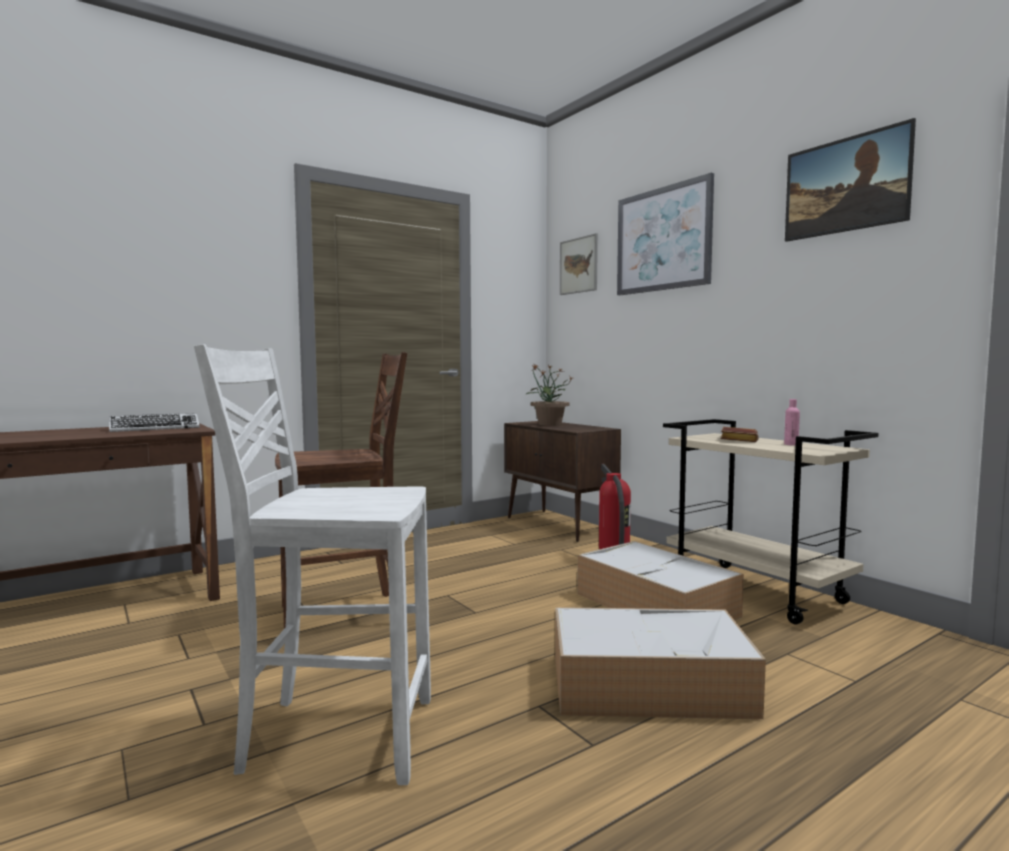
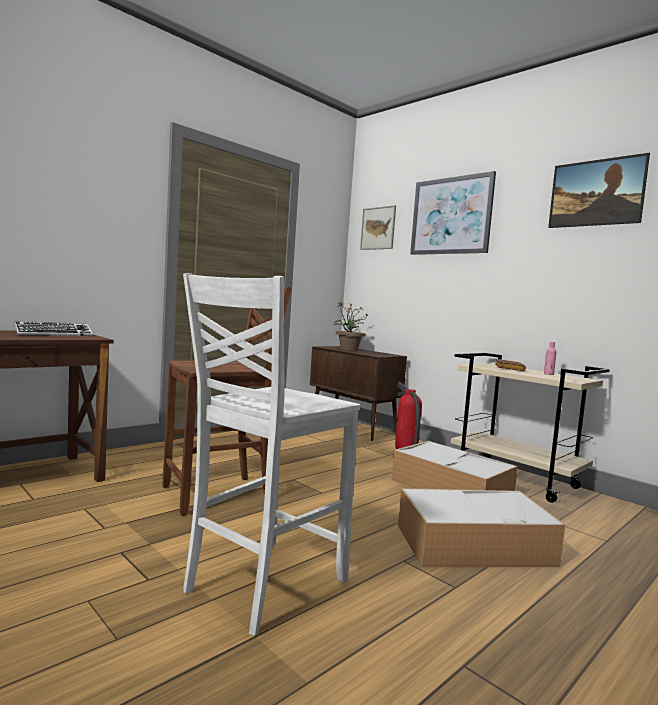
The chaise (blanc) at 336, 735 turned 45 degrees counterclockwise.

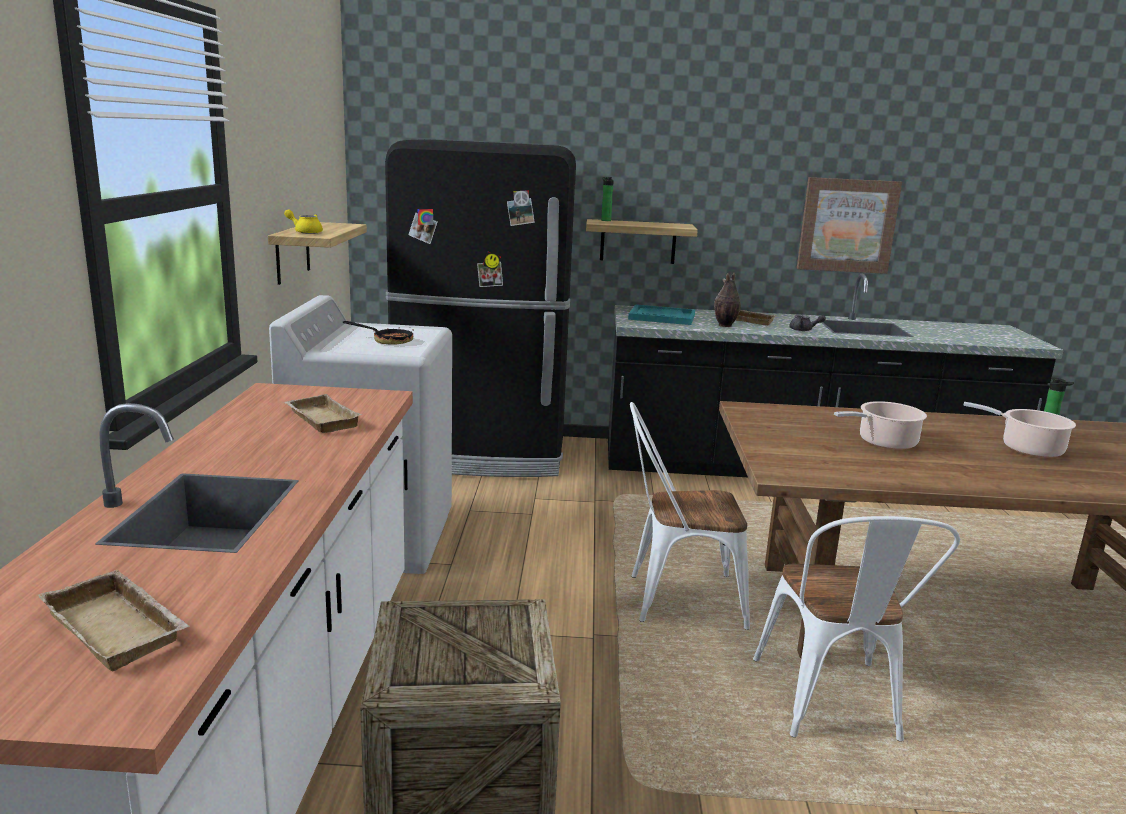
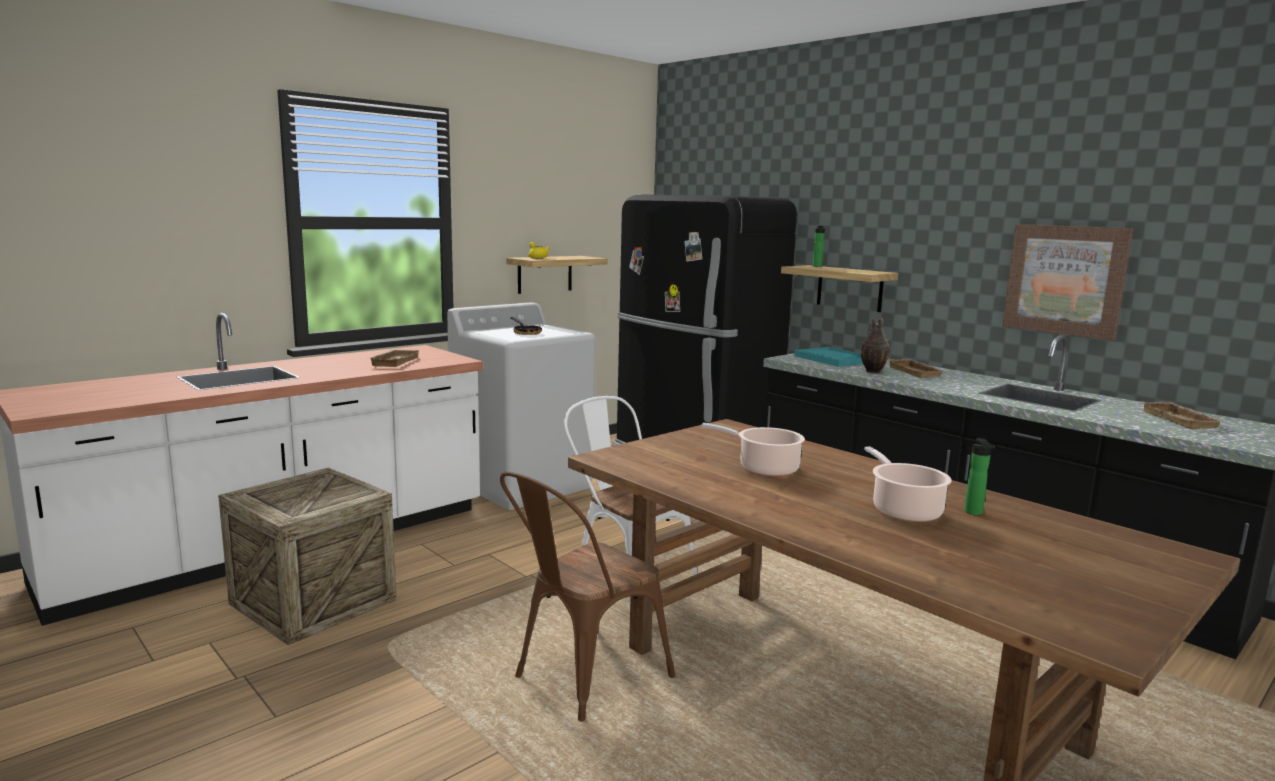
The plateau (beige) moved from 120, 627 to 1182, 420. The chaise (blanc) at 831, 707 became the chaise (marron) at 582, 680. The théière (gris) at 804, 330 disappeared.

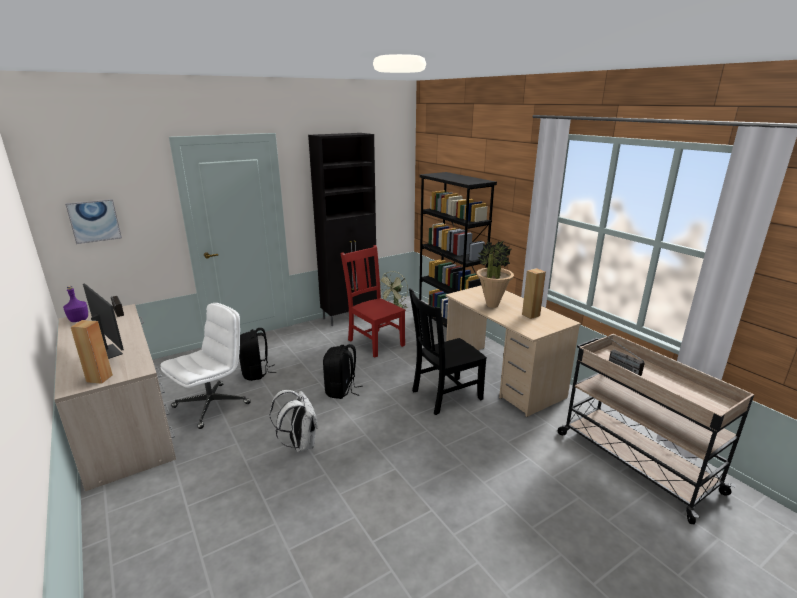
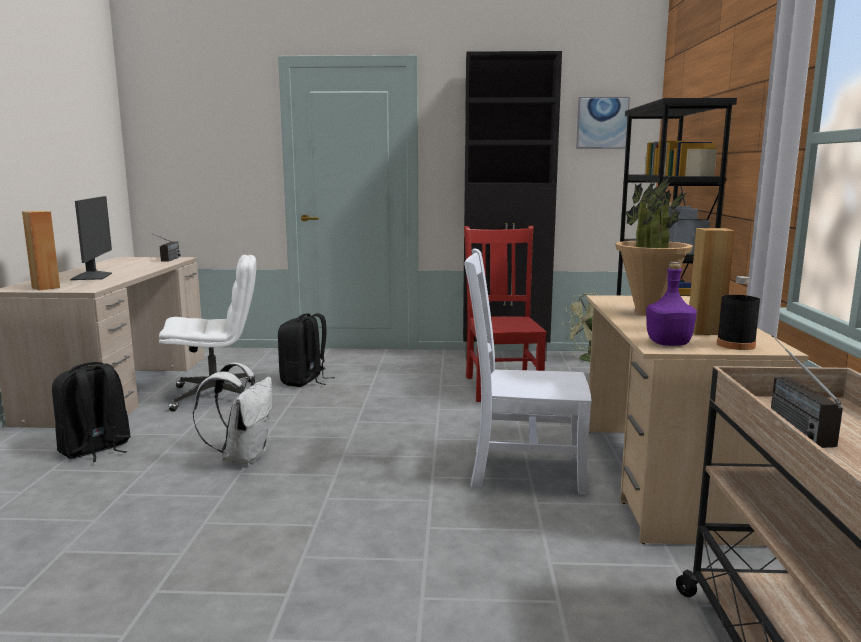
The bouteille (violet) moved from 79, 319 to 669, 343. The tableau moved from 94, 221 to 602, 123. The sac à dos (noir) moved from 341, 390 to 95, 449. The chaise (noir) at 444, 395 became the chaise (blanc) at 522, 470. The bouteille (noir) at 735, 345 appeared.

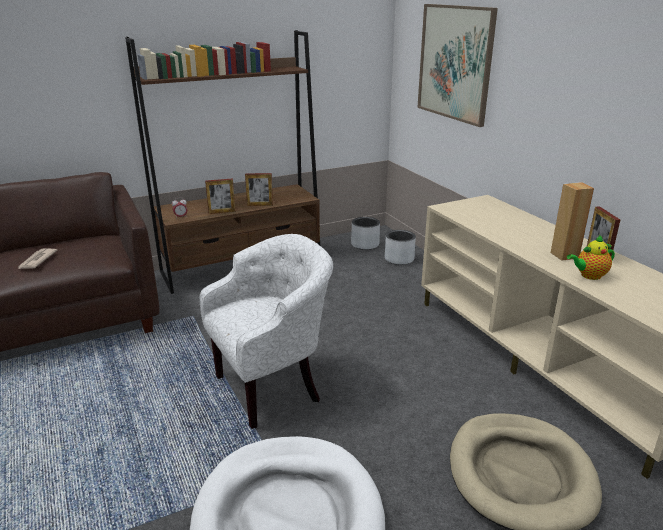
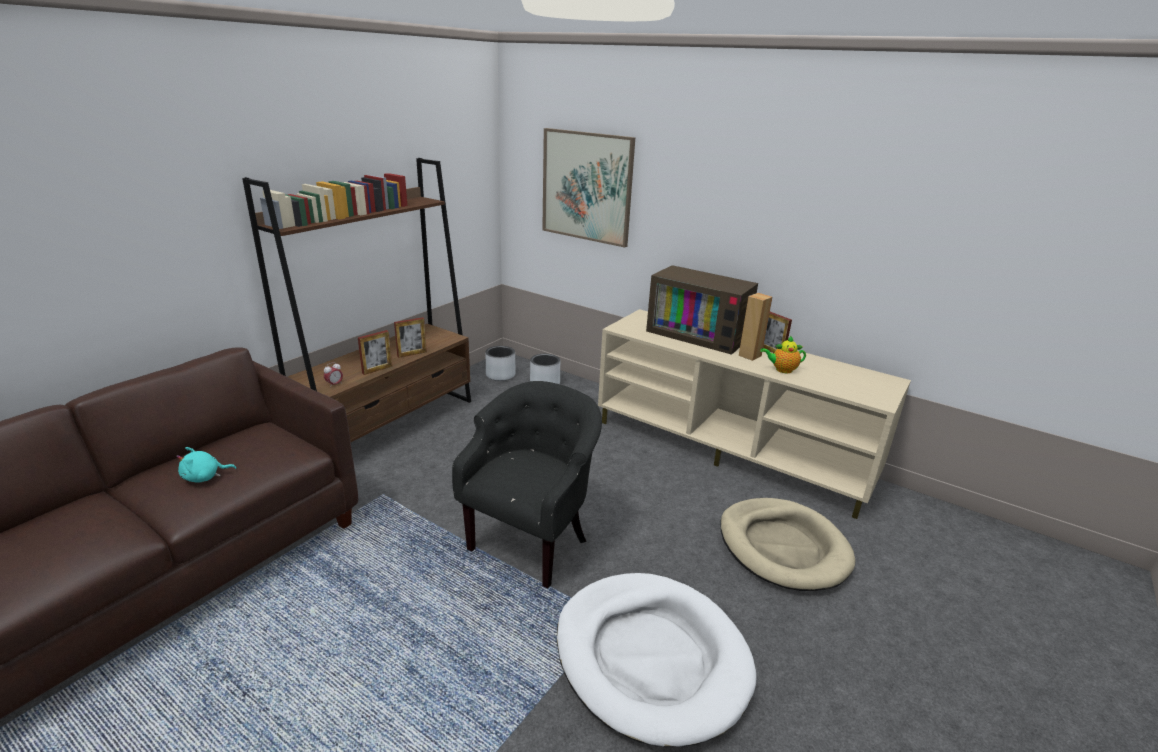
The journal at 37, 260 was replaced by the peluche (turquoise) at 205, 477. The fauteuil (blanc) at 273, 387 became the fauteuil (noir) at 532, 541. The théière at 589, 276 turned 45 degrees clockwise. The téléviseur at 699, 334 appeared.

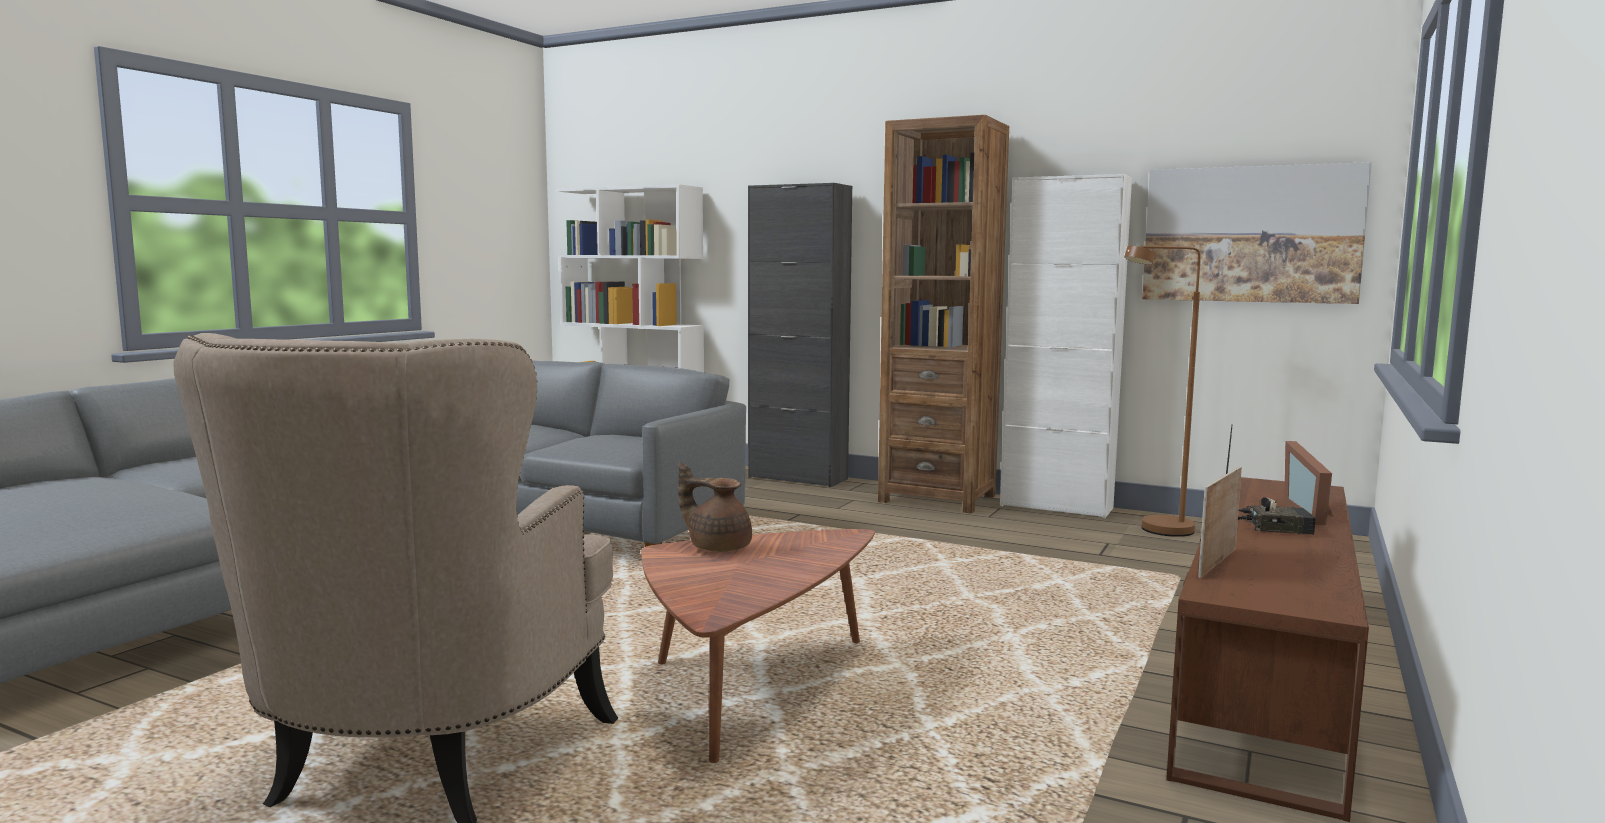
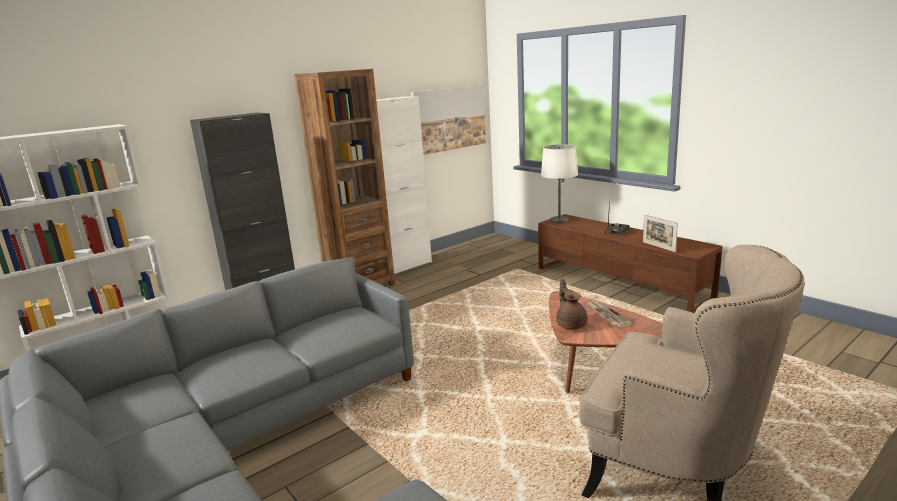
The théière (marron) at 718, 547 turned 120 degrees clockwise. The lampadaire (marron) at 1156, 531 disappeared. The cadre photo at 1312, 512 disappeared. The lampe de table (blanc) at 559, 221 appeared. The journal at 606, 315 appeared.

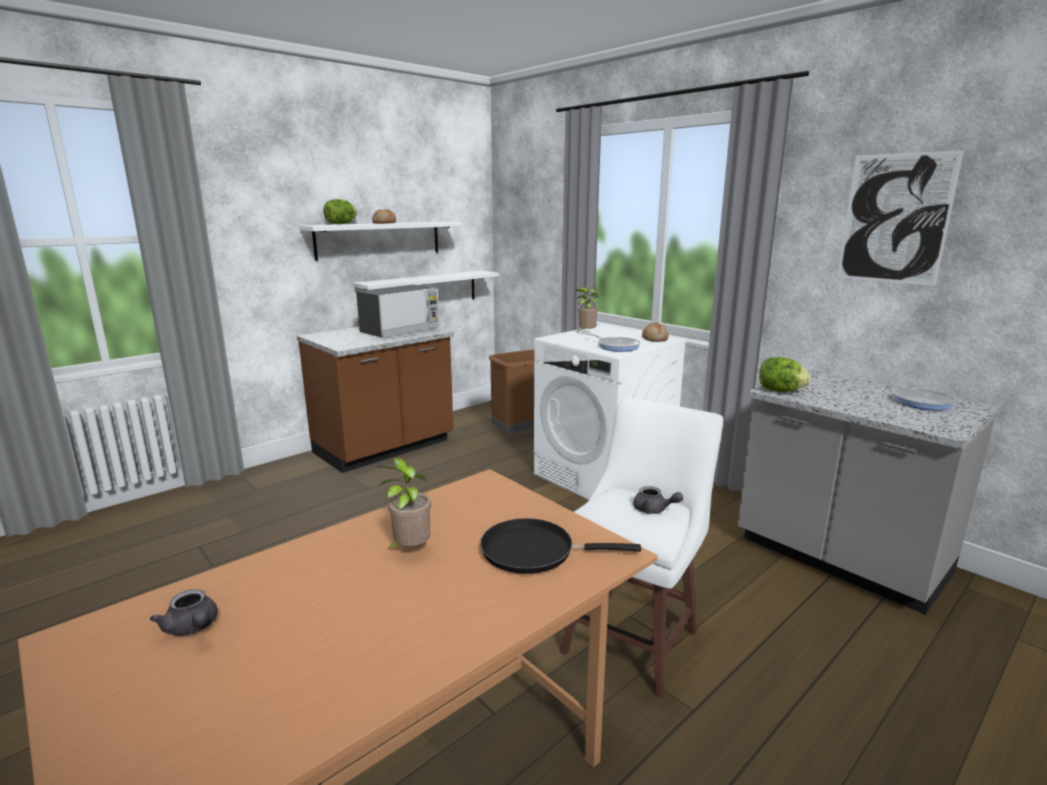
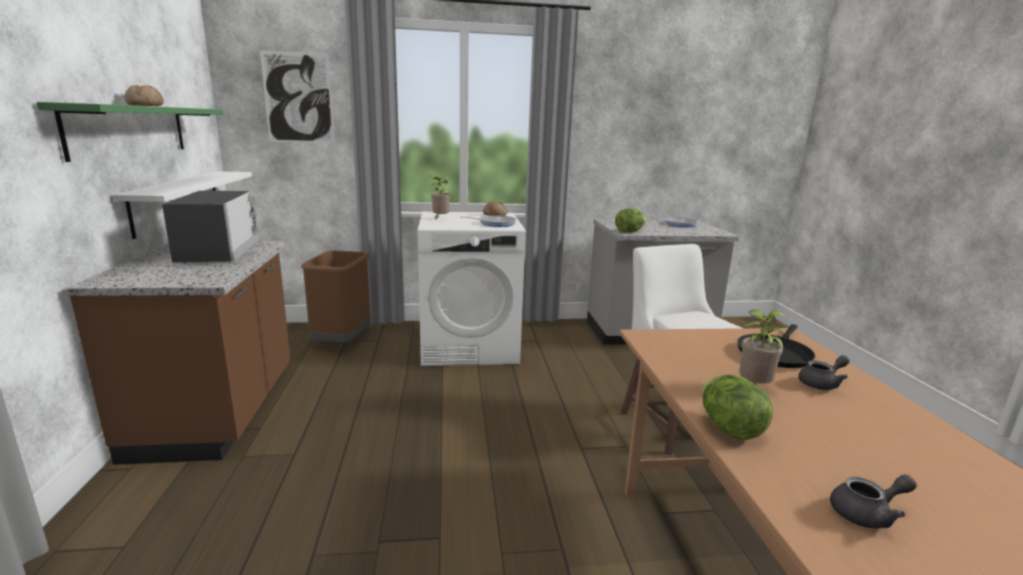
The étagère (blanc) at 379, 239 became the étagère (vert) at 130, 130. The laitue moved from 341, 224 to 729, 428. The théière (gris) moved from 654, 510 to 822, 384. The tableau moved from 895, 219 to 298, 98.

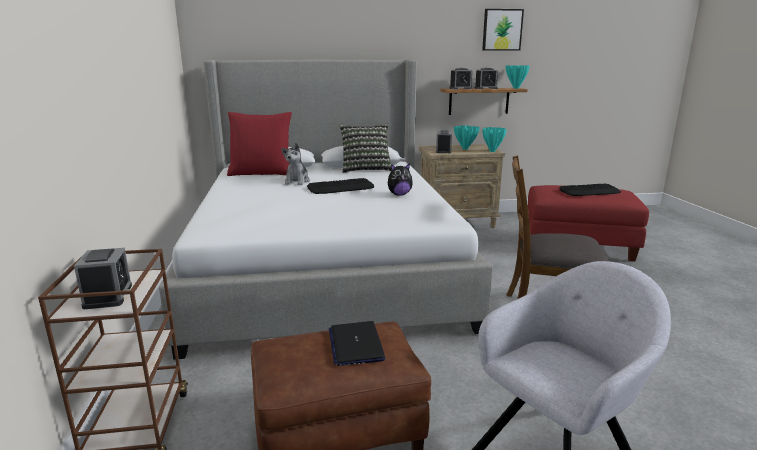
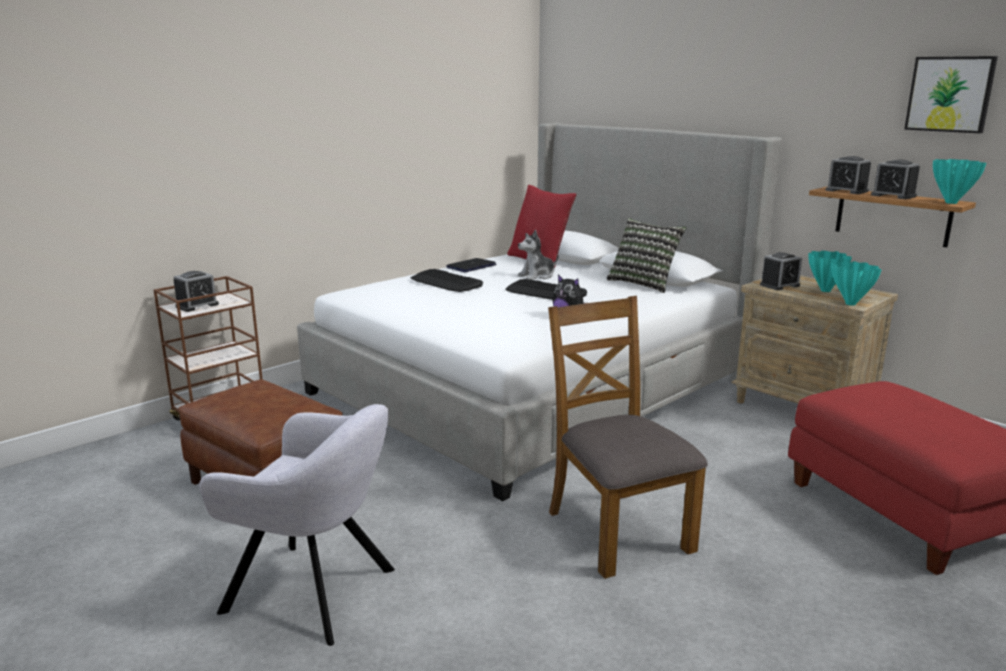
The ordinateur portable moved from 355, 344 to 471, 266. The clavier moved from 589, 191 to 446, 282.

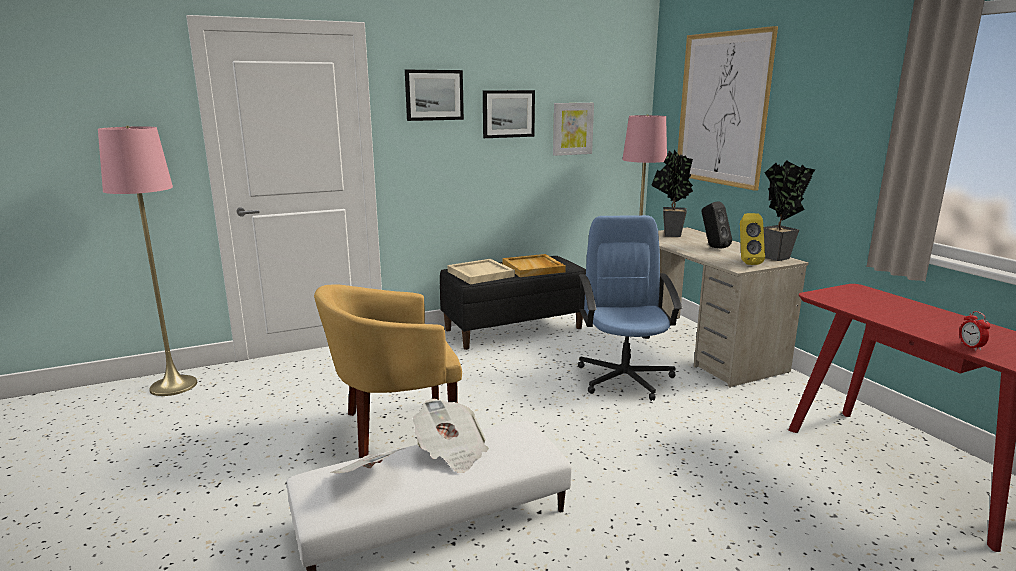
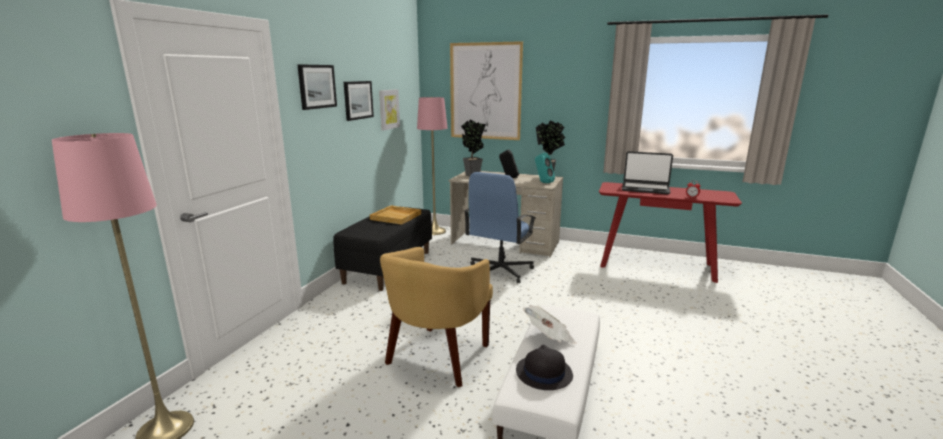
The journal at 369, 479 was replaced by the chapeau (noir) at 543, 373. The plateau (beige) at 480, 274 disappeared. The chaise de bureau (bleu) at 624, 377 turned 105 degrees counterclockwise. The enceinte (jaune) at 746, 263 became the enceinte (turquoise) at 543, 182. The ordinateur portable at 645, 189 appeared.

